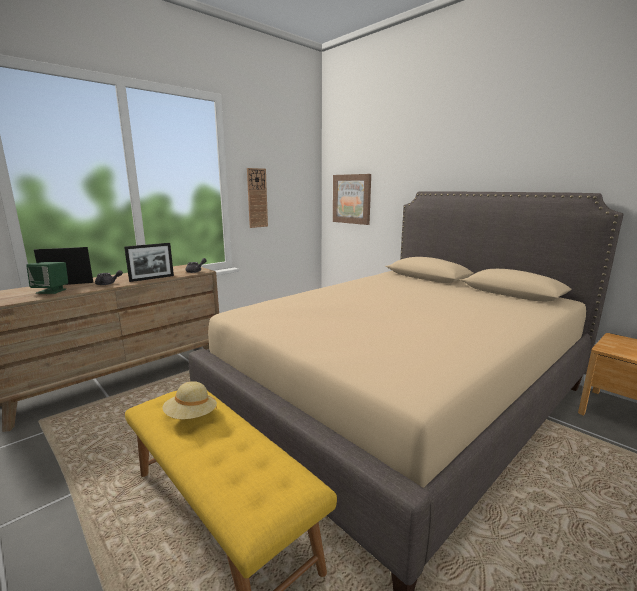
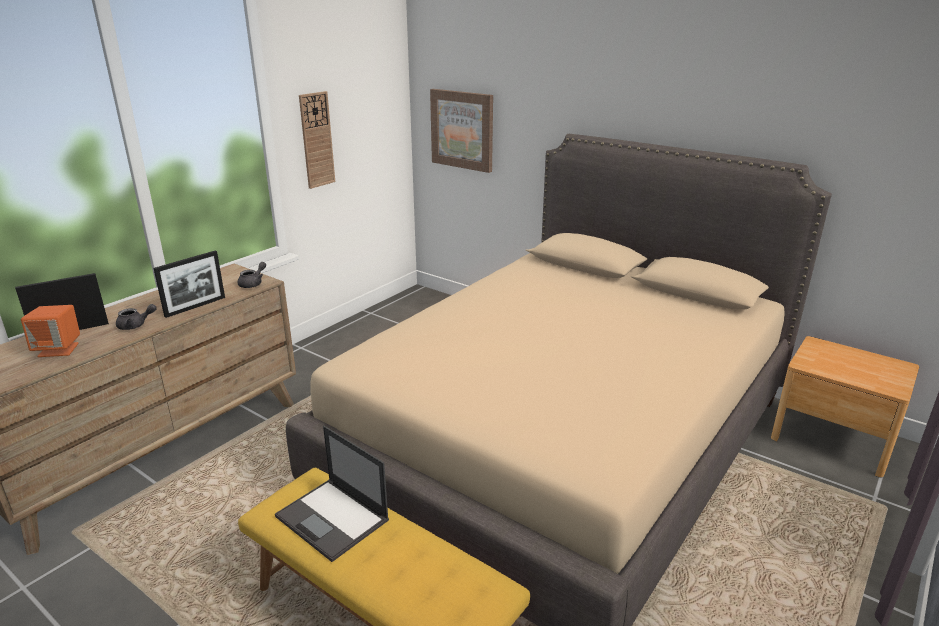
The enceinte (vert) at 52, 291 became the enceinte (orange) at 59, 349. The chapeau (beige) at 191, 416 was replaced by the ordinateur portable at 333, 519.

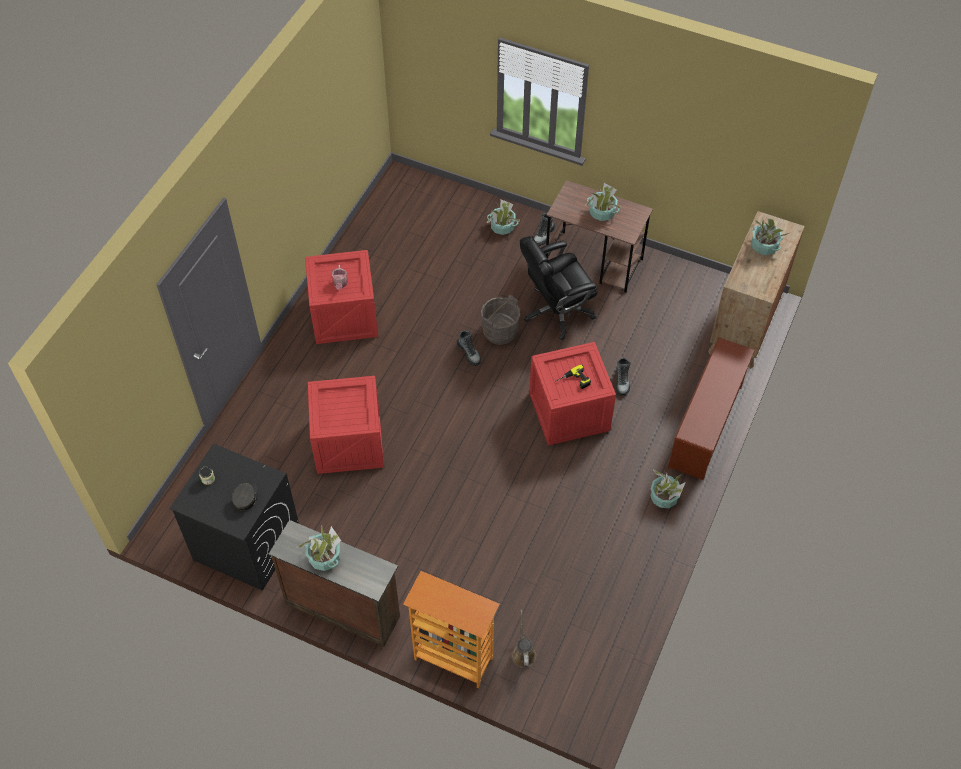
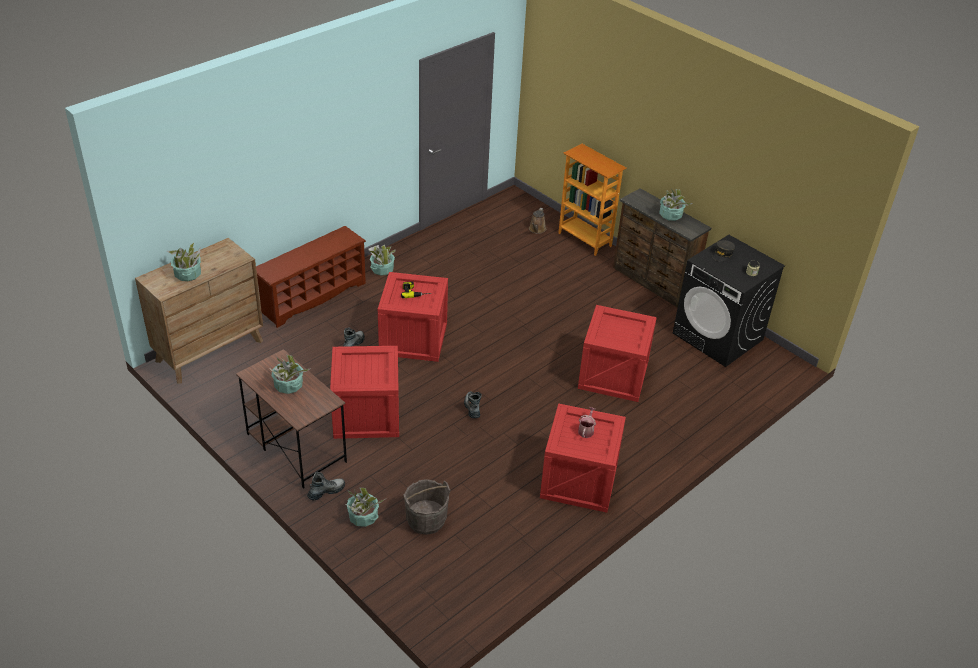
The seau (gris) moved from 500, 331 to 426, 520. The chaise de bureau (noir) at 556, 311 was replaced by the caisse at 367, 415.

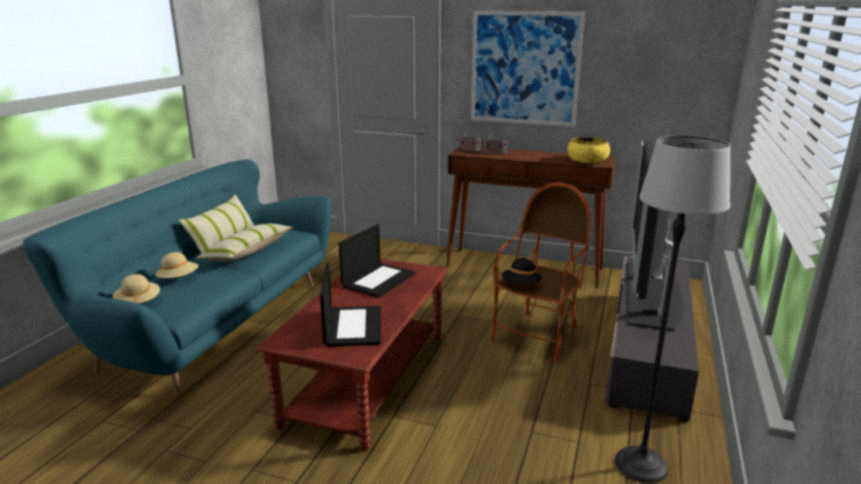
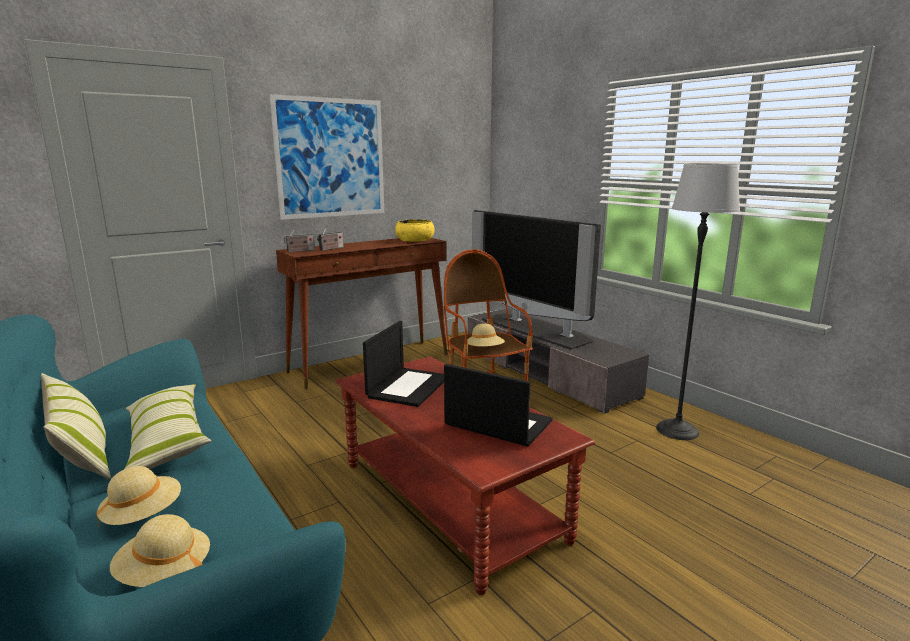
The ordinateur portable at 378, 279 turned 45 degrees clockwise. The chapeau (noir) at 521, 285 became the chapeau (beige) at 484, 350.

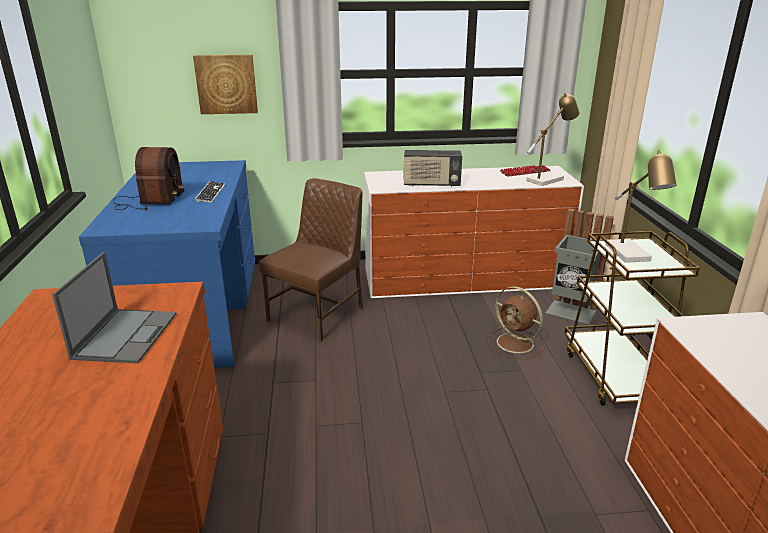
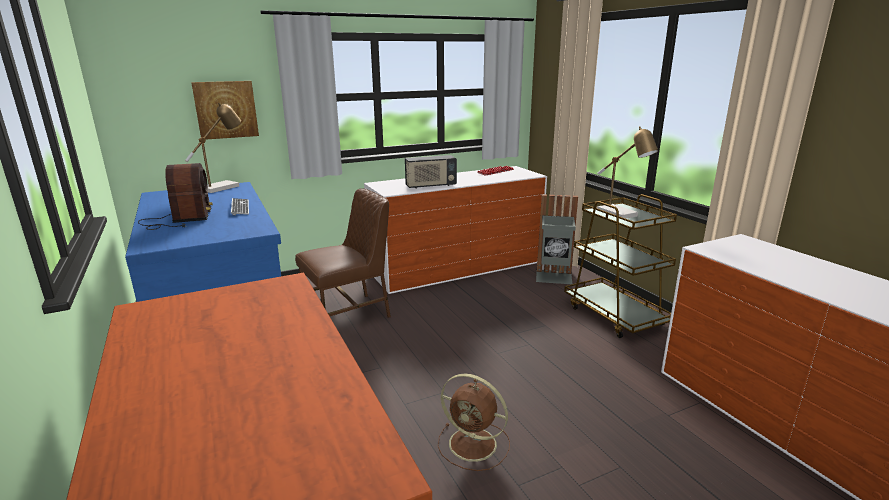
The ordinateur portable at 126, 335 disappeared. The chaise (marron) at 318, 314 turned 45 degrees clockwise. The ventilateur (marron) moved from 516, 344 to 474, 445. The lampe de table moved from 547, 179 to 223, 187.

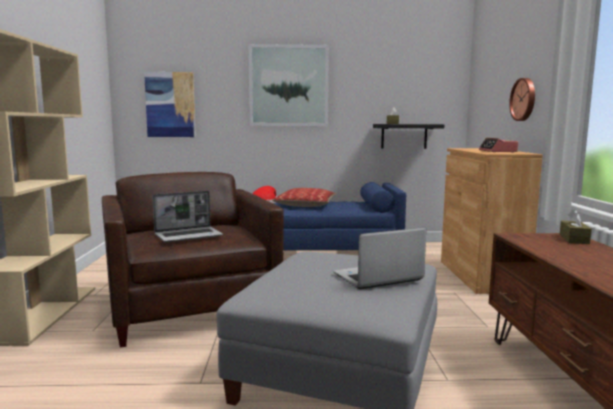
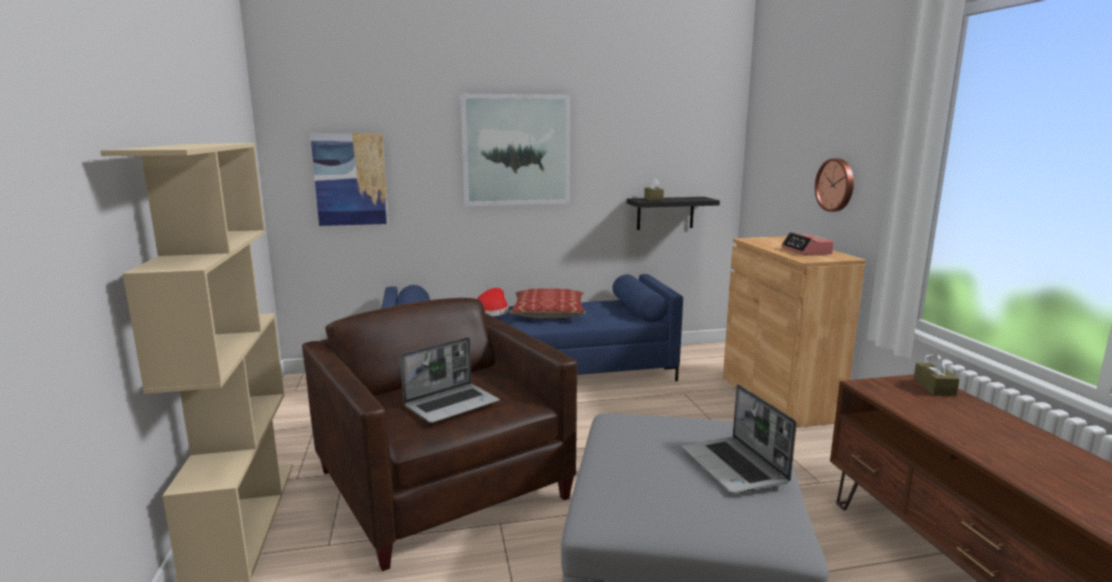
The ordinateur portable at 377, 278 turned 75 degrees counterclockwise.

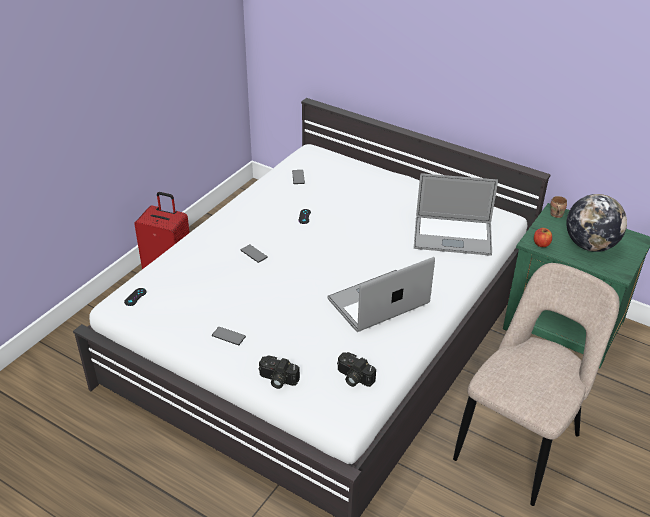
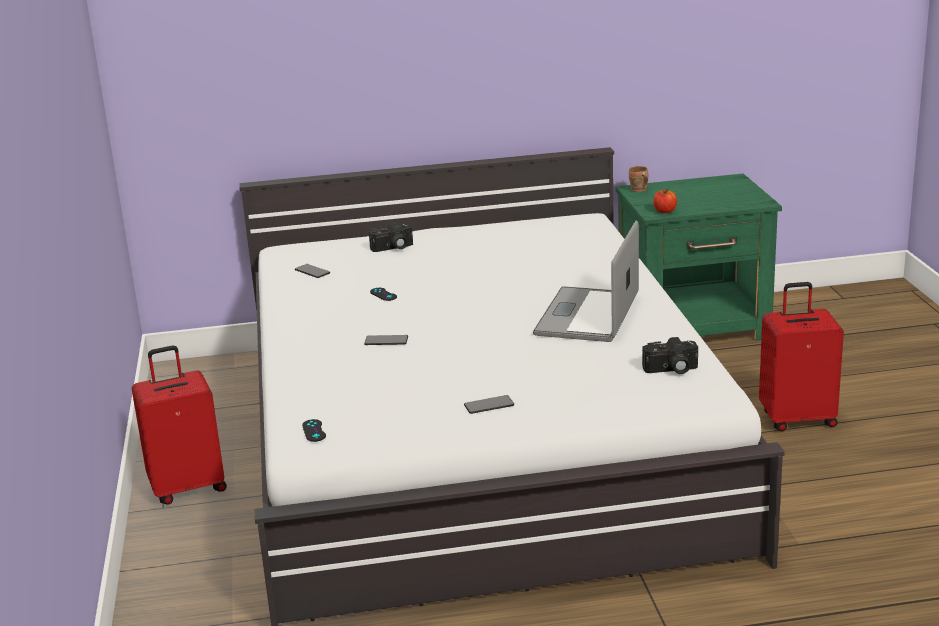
The appareil photo moved from 277, 380 to 393, 248. The ordinateur portable at 452, 236 disappeared. The chaise (beige) at 521, 443 was replaced by the valise (rouge) at 797, 418. The globe at 590, 245 disappeared.

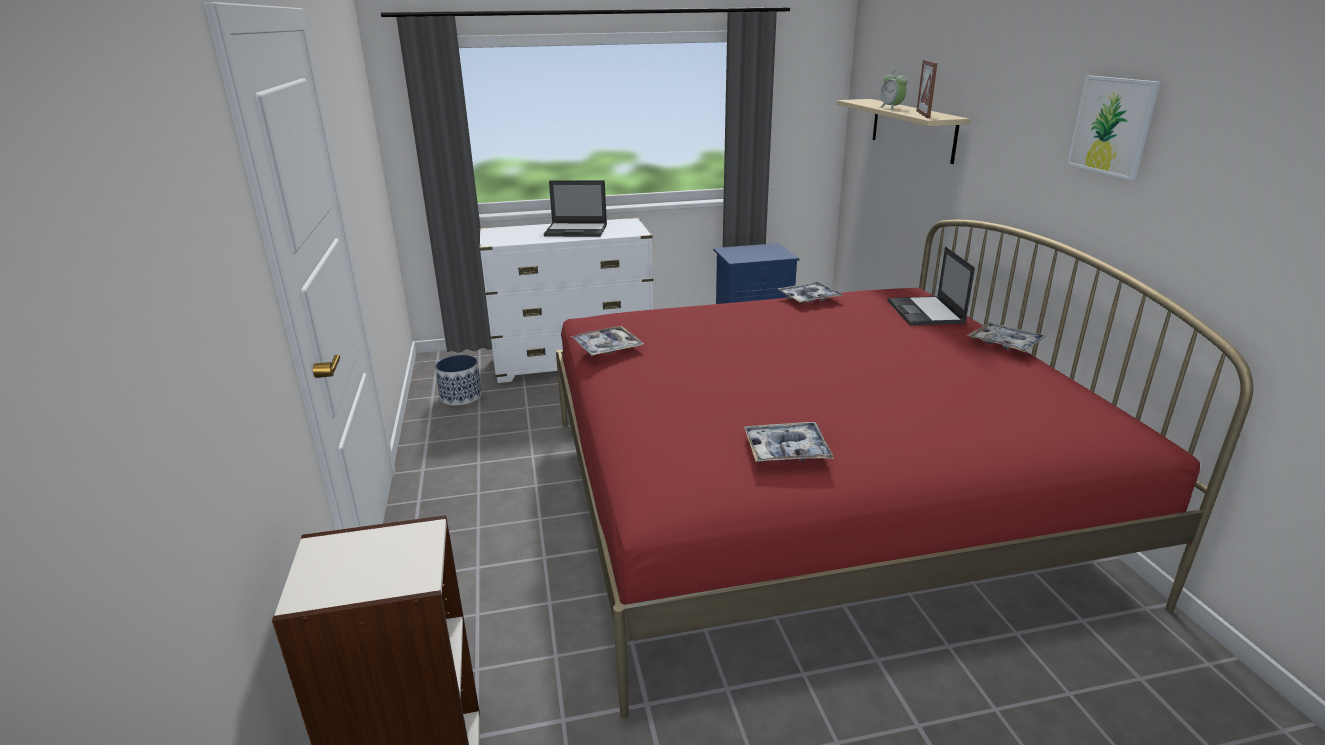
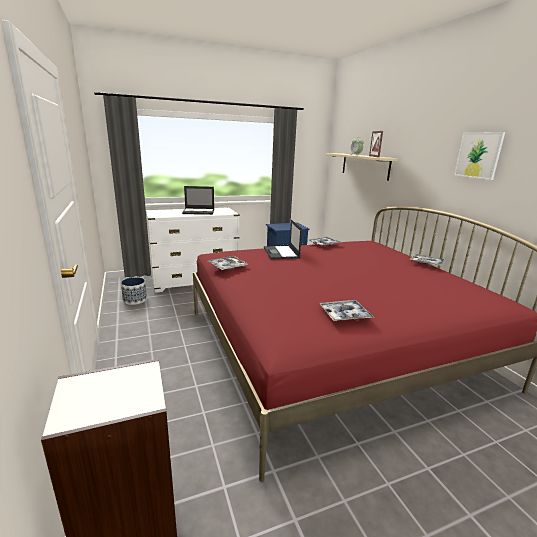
The ordinateur portable moved from 926, 312 to 281, 253.

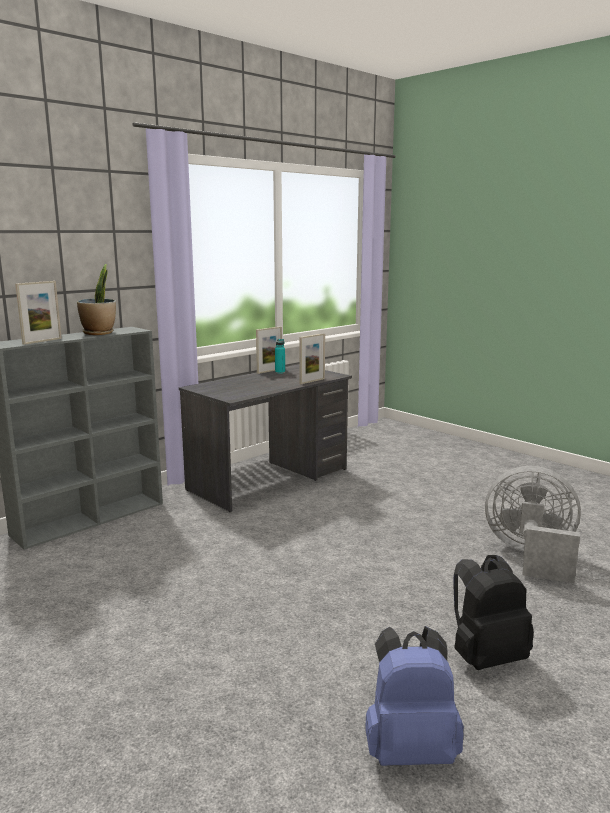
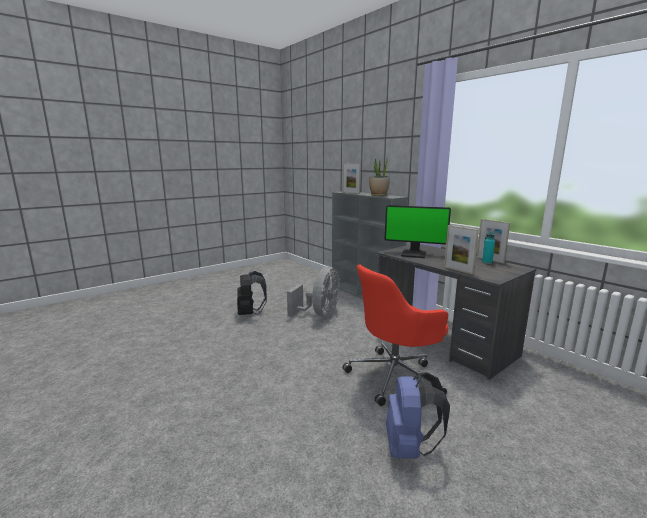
The sac à dos (bleu) moved from 409, 749 to 409, 448. The sac à dos (noir) moved from 486, 656 to 250, 313. The ventilateur (gris) moved from 531, 556 to 320, 314. The chaise de bureau (rouge) at 395, 376 appeared. The écran d'ordinateur at 414, 254 appeared.

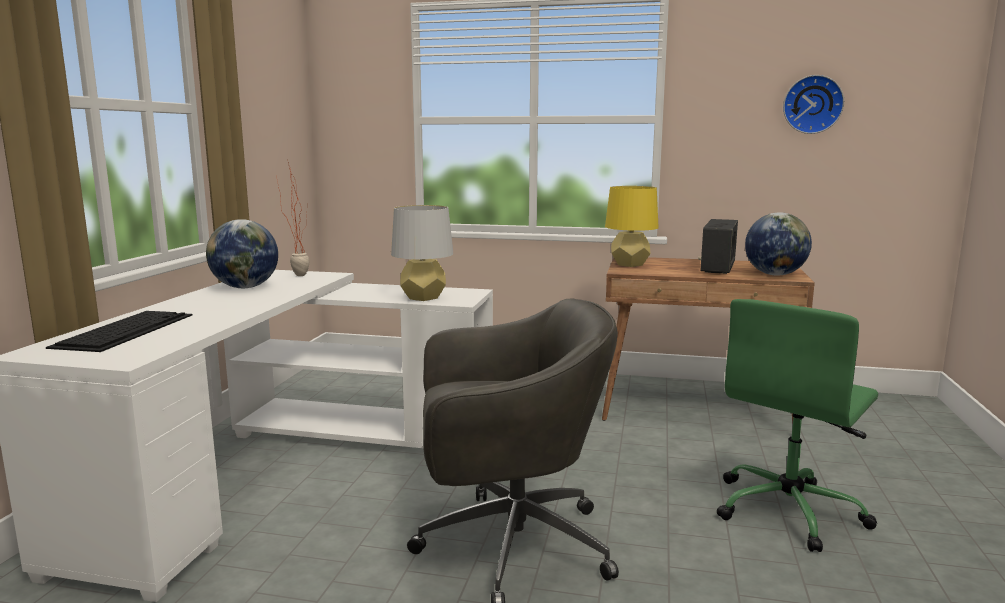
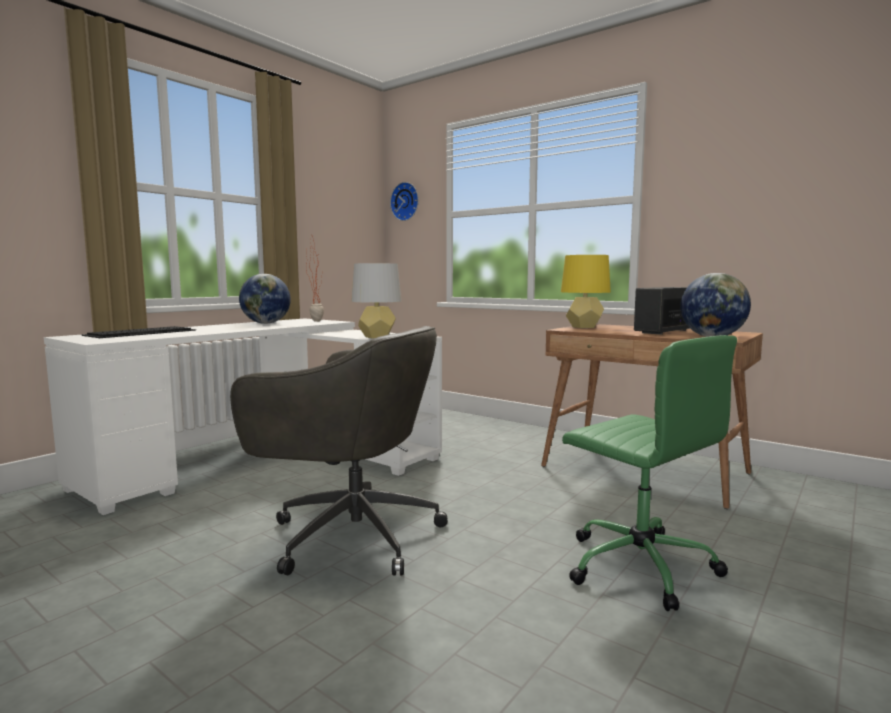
The chaise de bureau (vert) at 789, 510 turned 105 degrees counterclockwise. The horloge murale moved from 812, 104 to 406, 201.

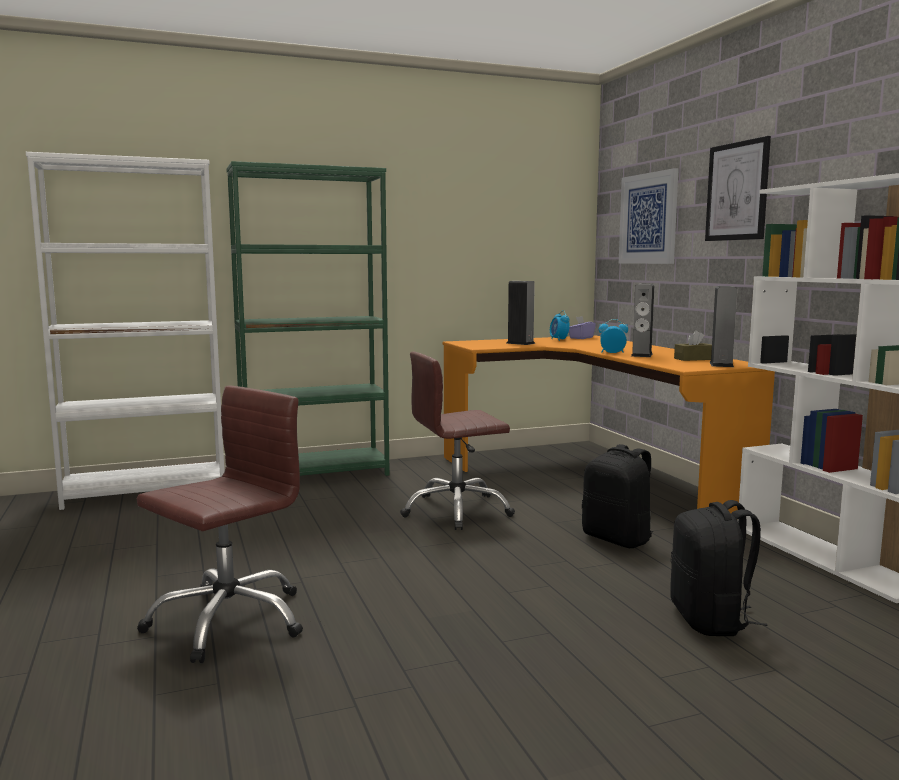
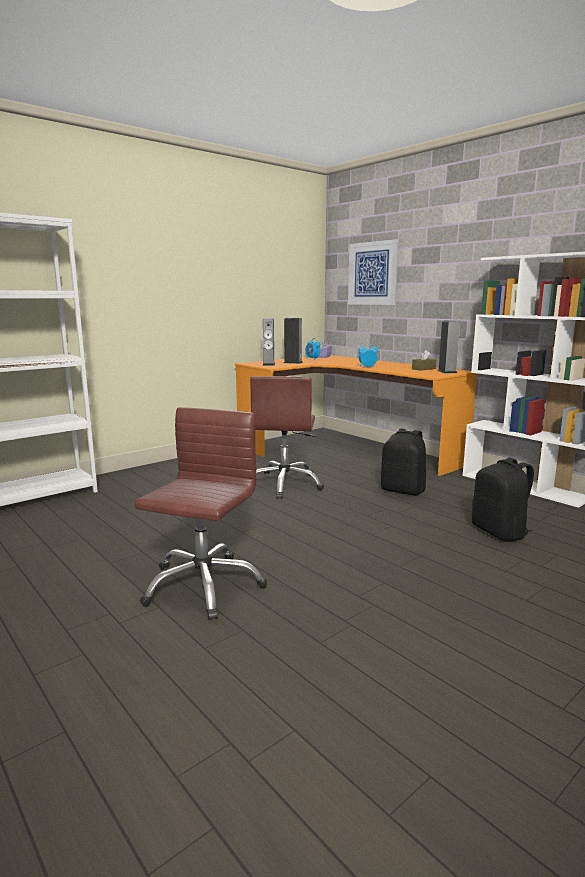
The bibliothèque (vert) at 315, 474 disappeared. The chaise de bureau (marron) at 457, 510 turned 45 degrees counterclockwise. The enceinte moved from 641, 355 to 268, 364. The tableau at 737, 191 disappeared.

